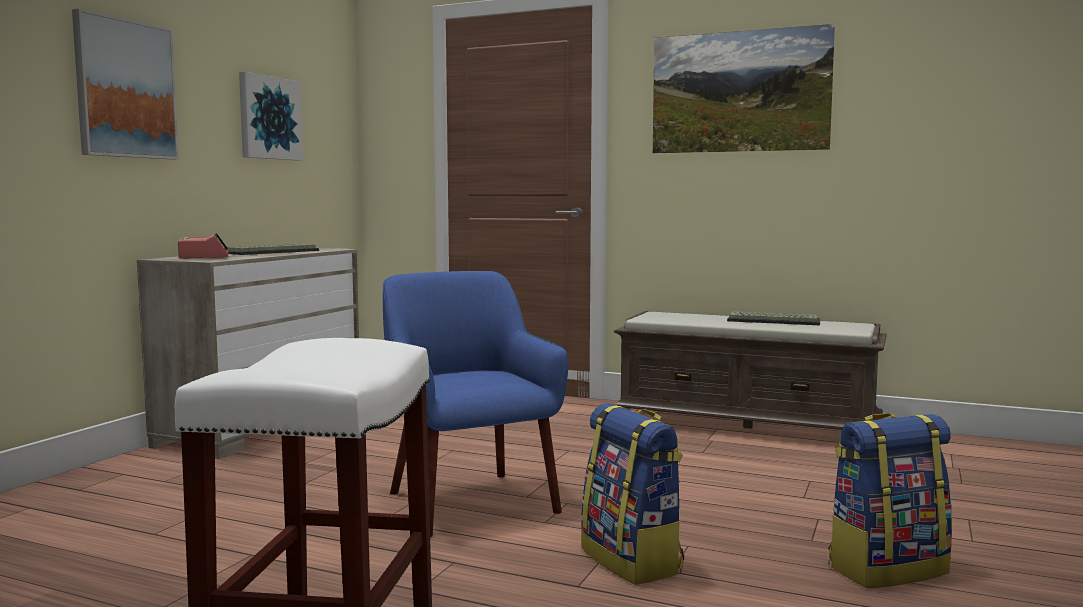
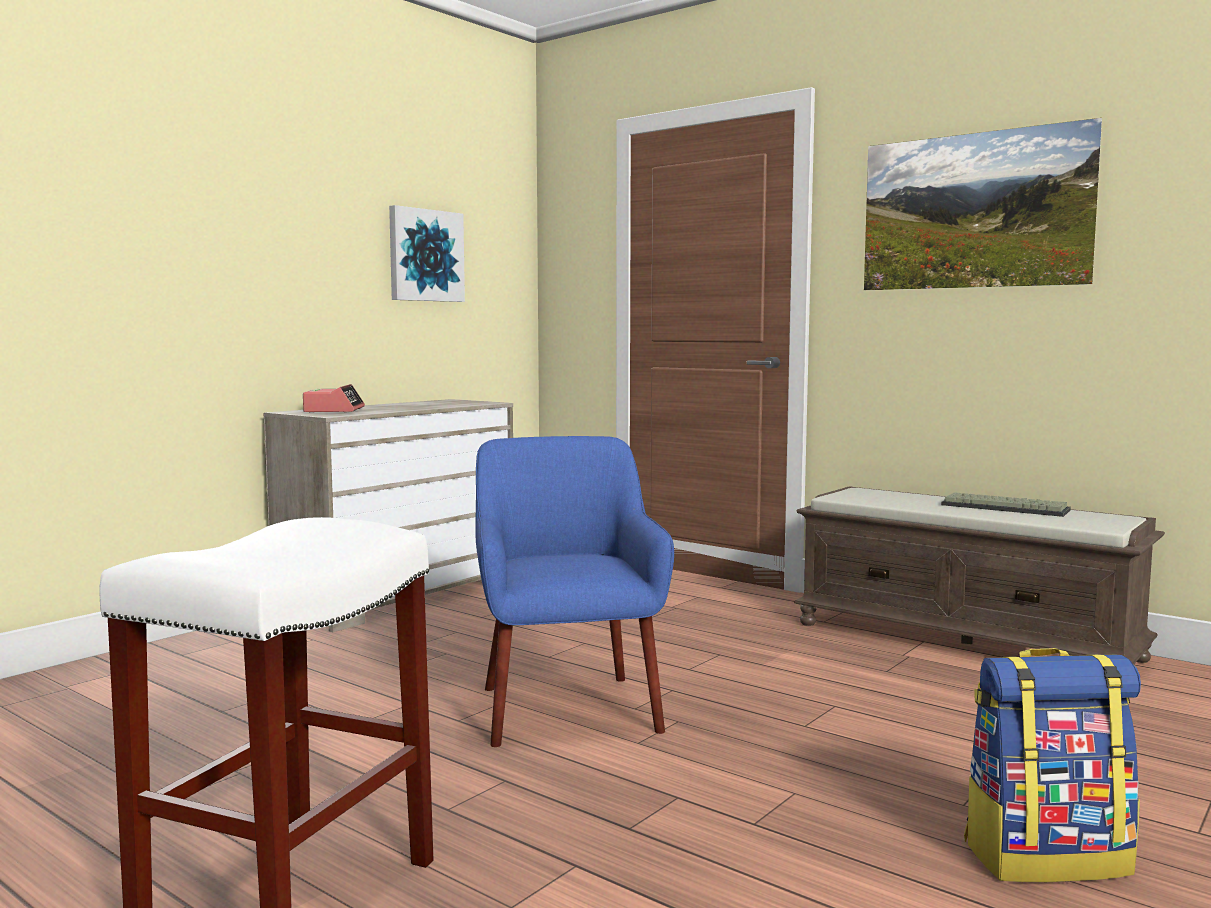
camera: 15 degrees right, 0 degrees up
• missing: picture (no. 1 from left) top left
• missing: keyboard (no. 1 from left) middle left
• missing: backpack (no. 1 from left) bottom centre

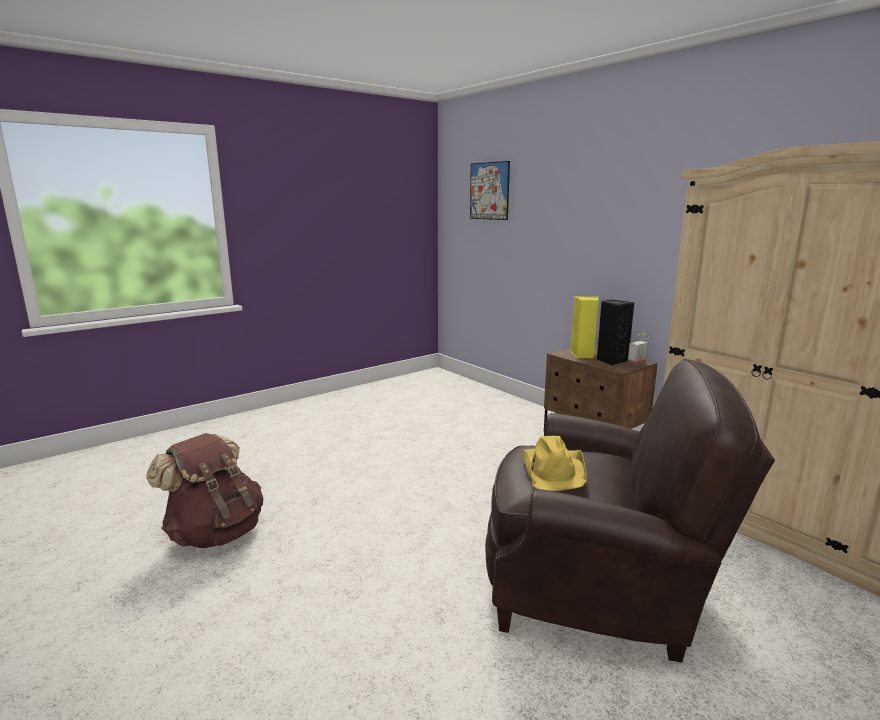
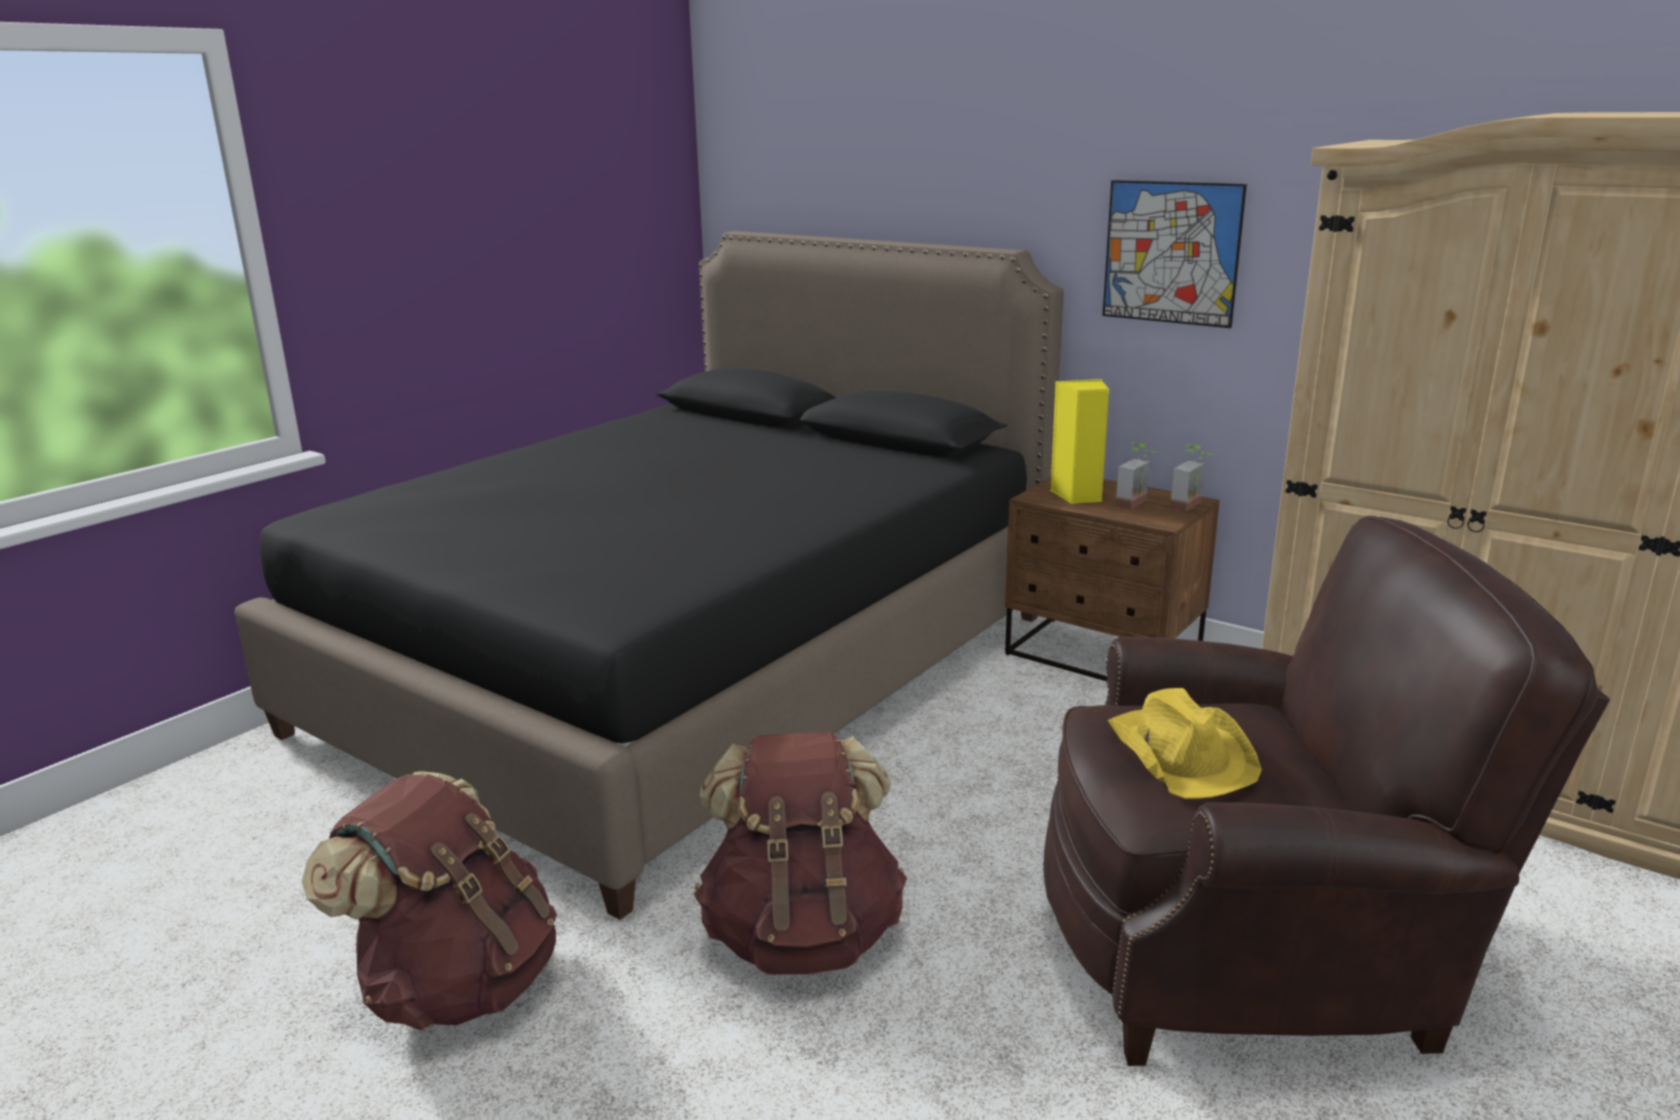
camera: 15 degrees left, 5 degrees up
• relocated: picture top centre to top right
• exchanged: speaker (black) middle right to potted plant (no. 1 from left) middle right
• appeared: bed (black) centre
• appeared: backpack (brown) (no. 2 from left) bottom centre

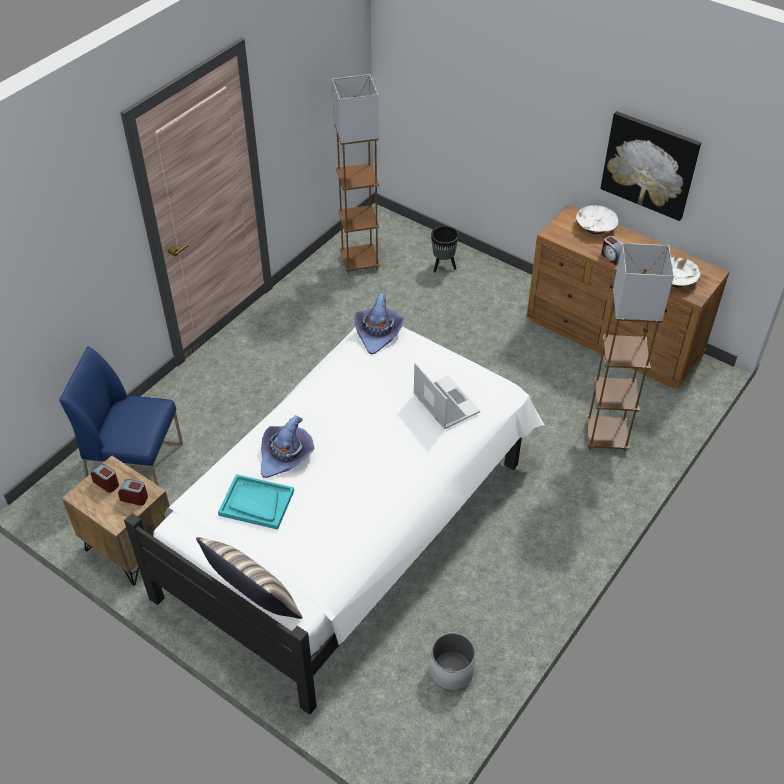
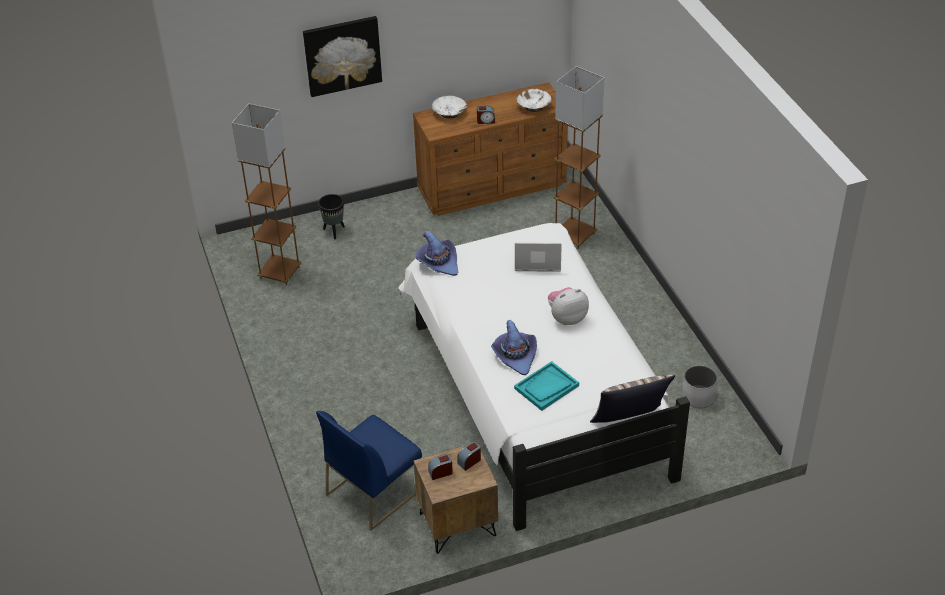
camera: 55 degrees left, 5 degrees down
• relocated: picture top right to top centre
• appeared: plush toy centre

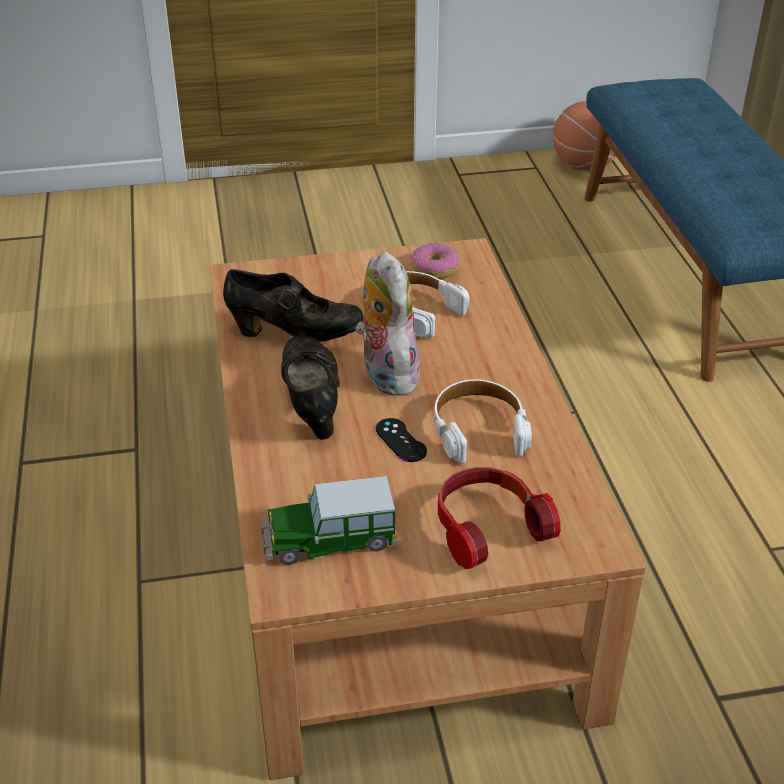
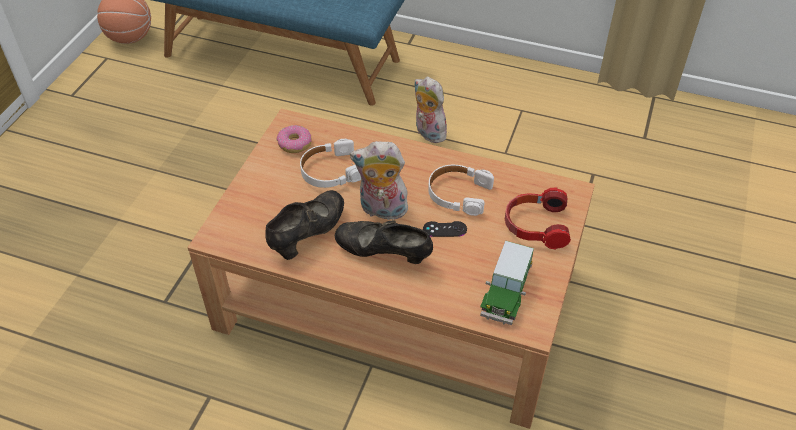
camera: 60 degrees left, 10 degrees up
• appeared: plush toy (no. 2 from left) top centre

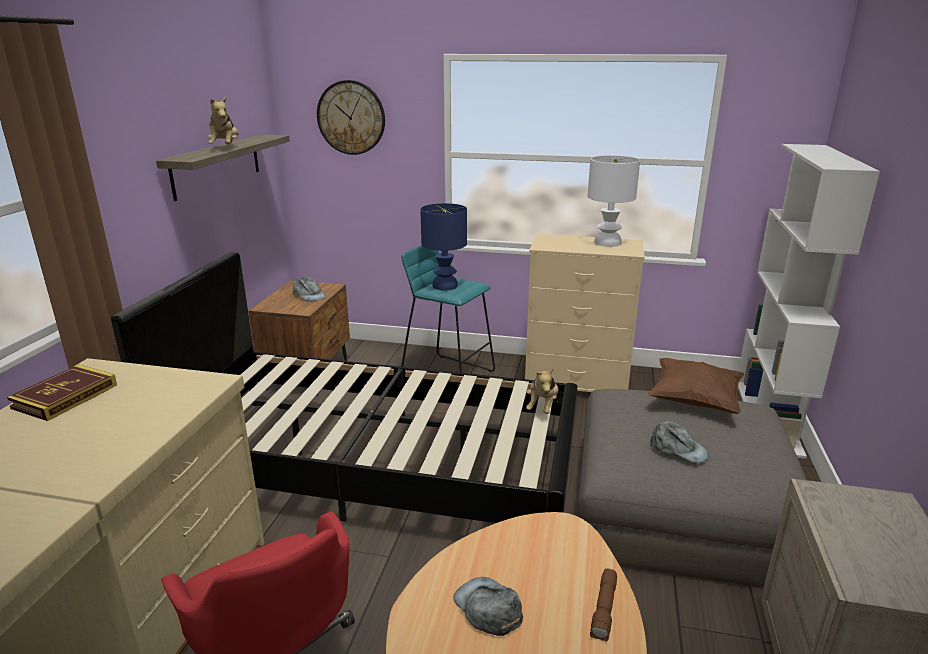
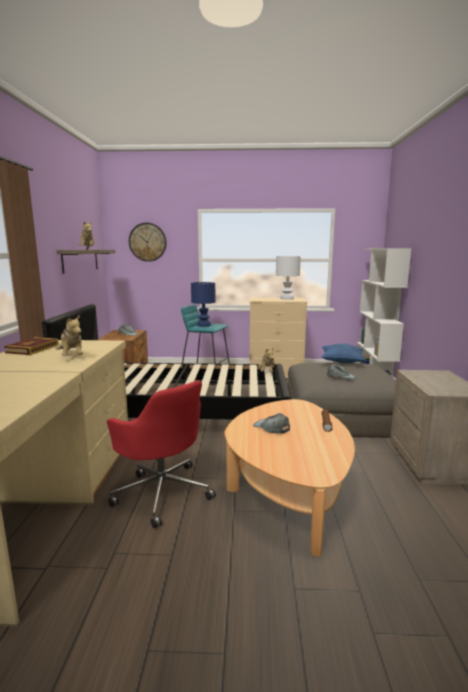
camera: 10 degrees left, 10 degrees down
• colour: pillow (brown) middle right to pillow (blue) middle right
• appeared: plush toy (no. 1 from left) middle left

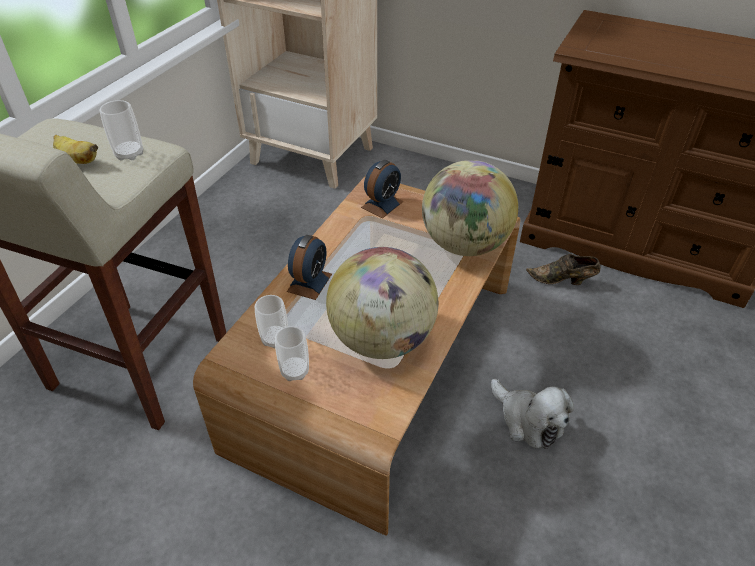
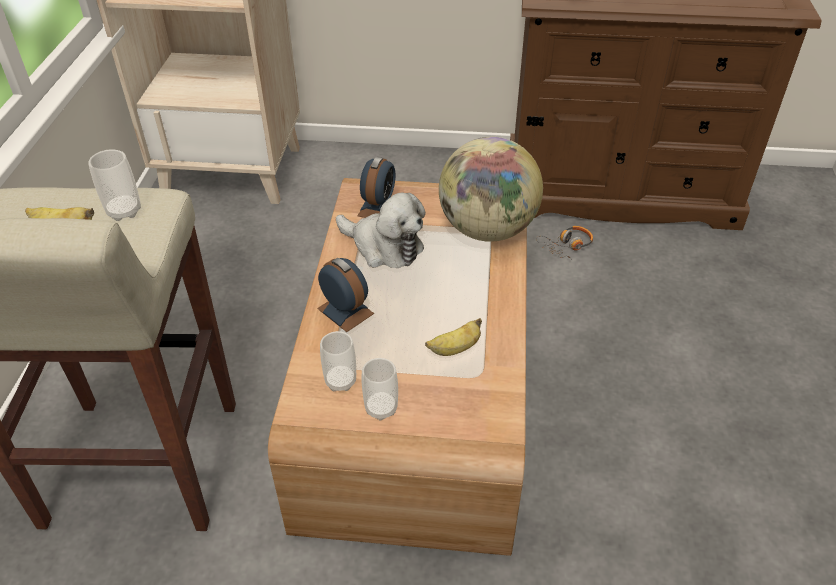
camera: 20 degrees left, 0 degrees up
• spun: alarm clock (no. 1 from left) centre = centre 45 degrees counterclockwise
• exchanged: globe (no. 1 from left) centre to banana (no. 2 from left) centre
• exchanged: shoe (brown) middle right to headphones middle right
• relocated: plush toy bottom right to centre

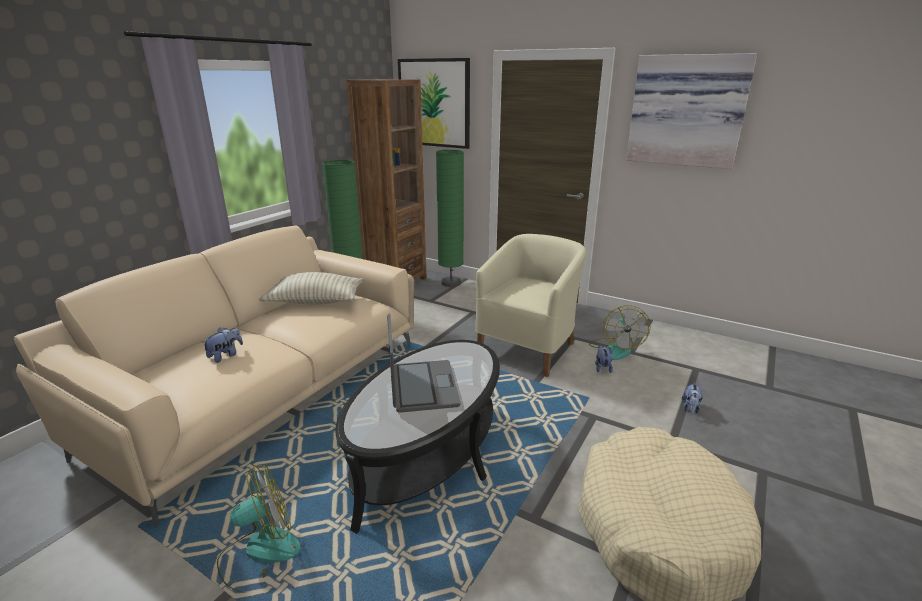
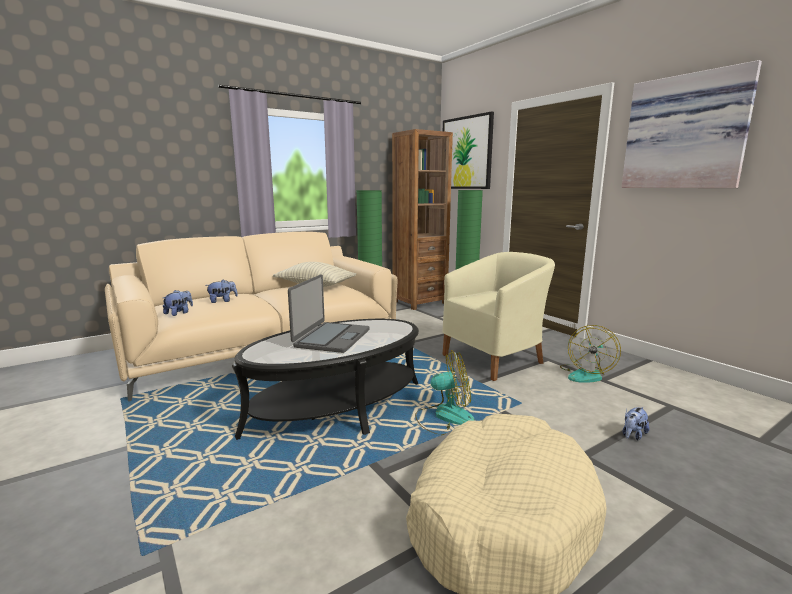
camera: 25 degrees right, 10 degrees down
• relocated: plush toy (no. 2 from left in the first image) centre to plush toy (no. 1 from left) middle left
• relocated: fan (no. 1 from left) bottom left to centre

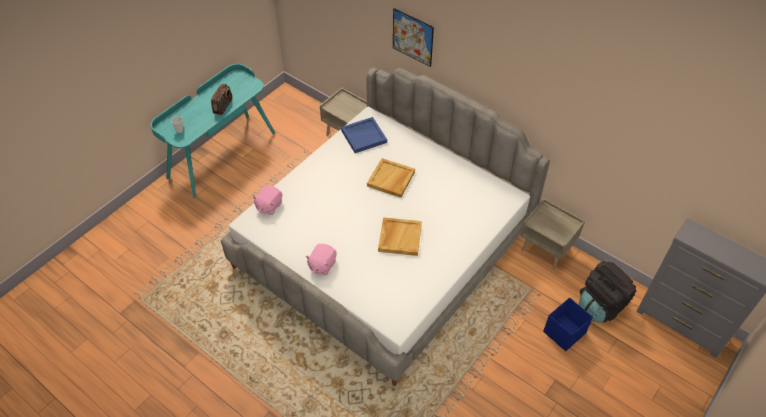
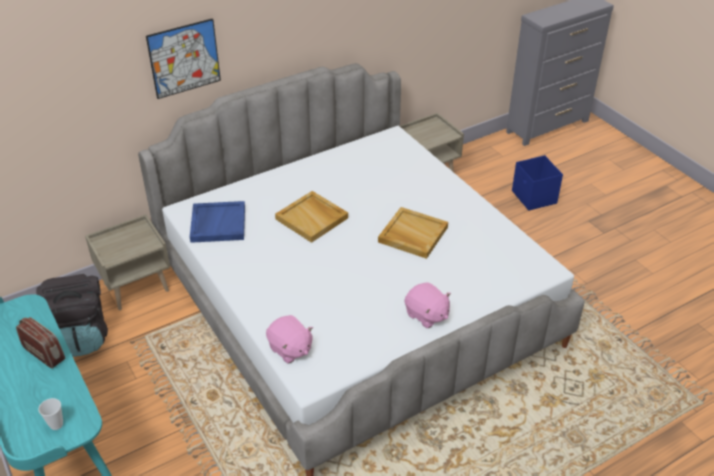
camera: 70 degrees left, 10 degrees down
• relocated: backpack (black) bottom right to middle left

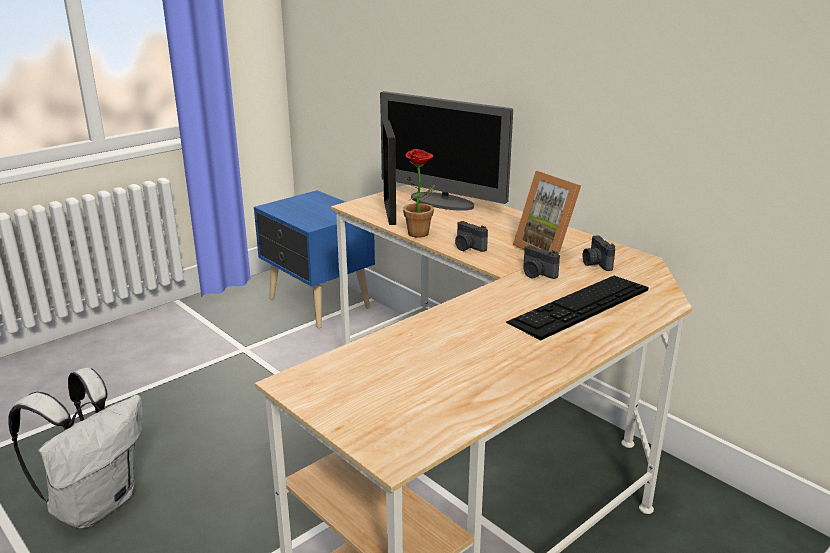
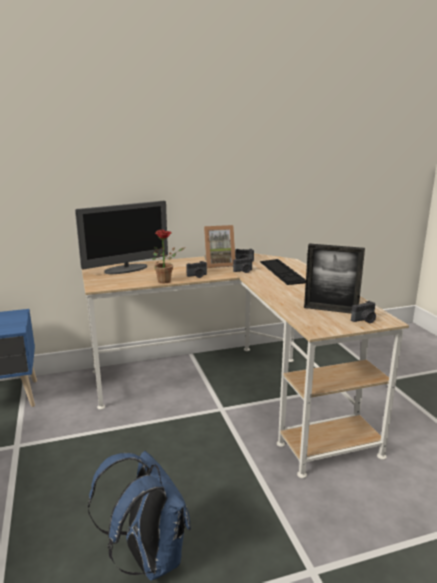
camera: 65 degrees left, 5 degrees down
• relocated: picture frame (no. 1 from left in the first image) top centre to picture frame (no. 2 from left) middle right
• colour: backpack (white) bottom left to backpack (blue) bottom left
• appeared: photo camera (no. 4 from left) middle right

